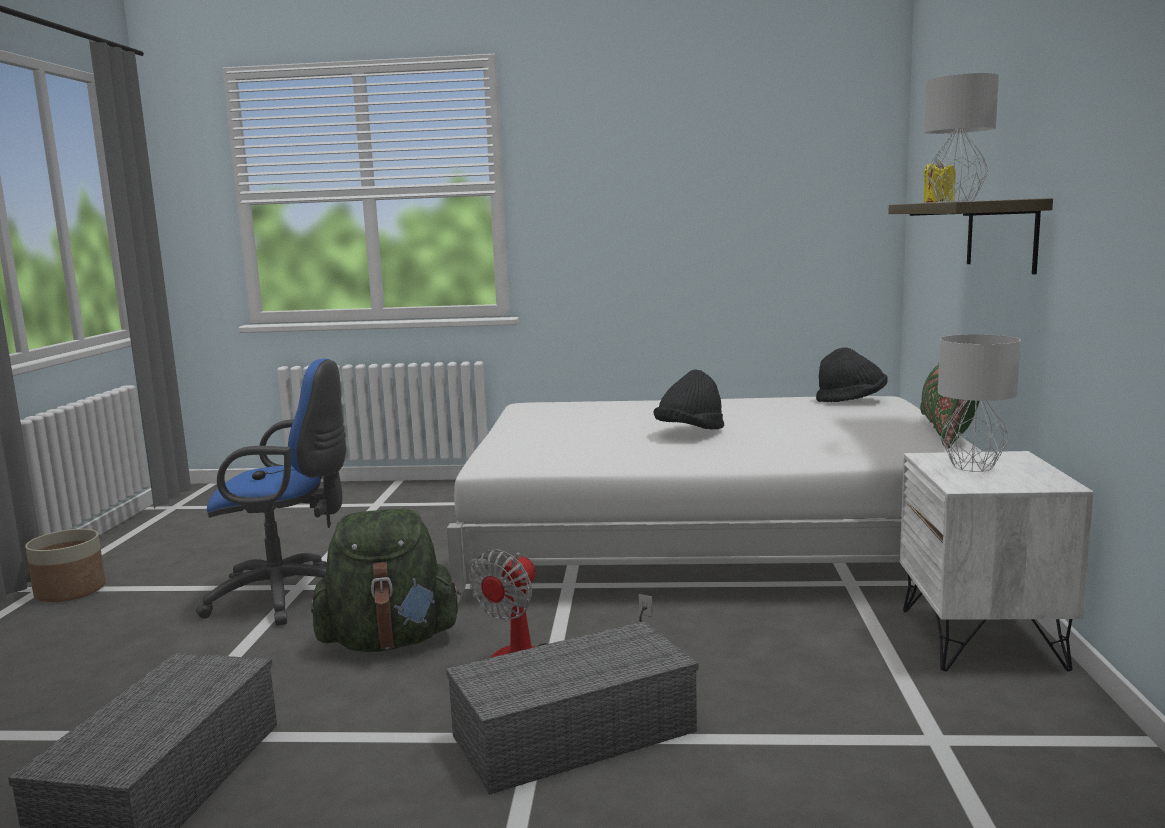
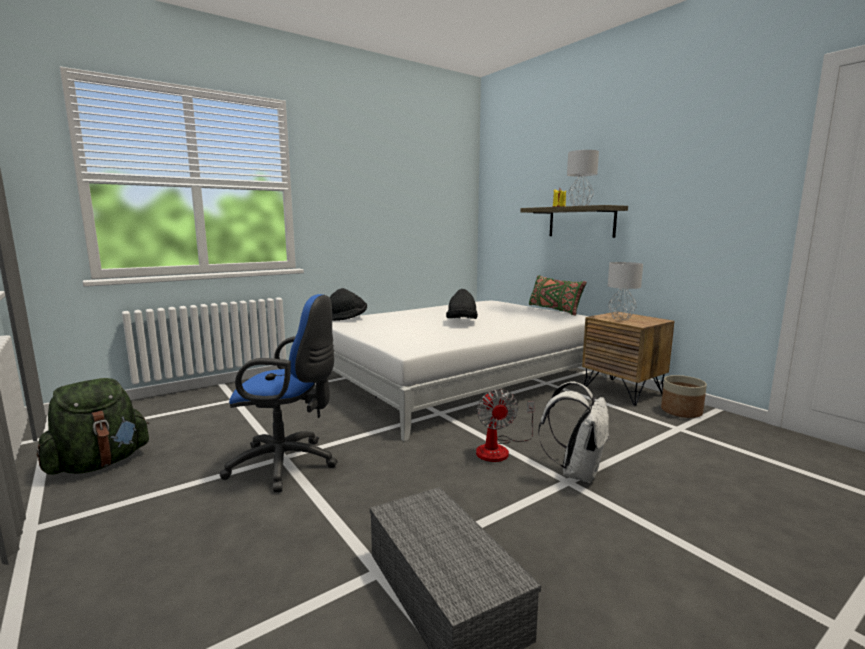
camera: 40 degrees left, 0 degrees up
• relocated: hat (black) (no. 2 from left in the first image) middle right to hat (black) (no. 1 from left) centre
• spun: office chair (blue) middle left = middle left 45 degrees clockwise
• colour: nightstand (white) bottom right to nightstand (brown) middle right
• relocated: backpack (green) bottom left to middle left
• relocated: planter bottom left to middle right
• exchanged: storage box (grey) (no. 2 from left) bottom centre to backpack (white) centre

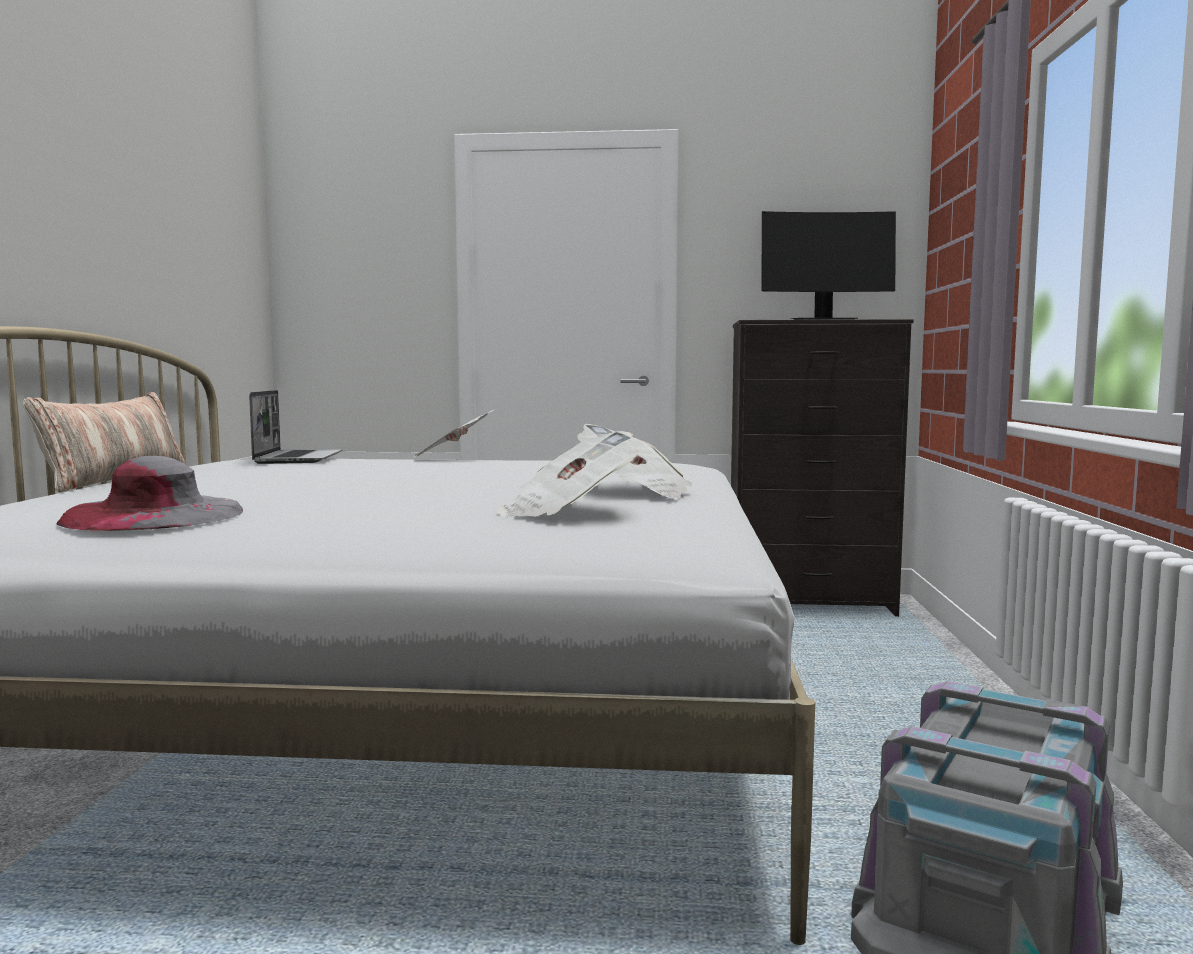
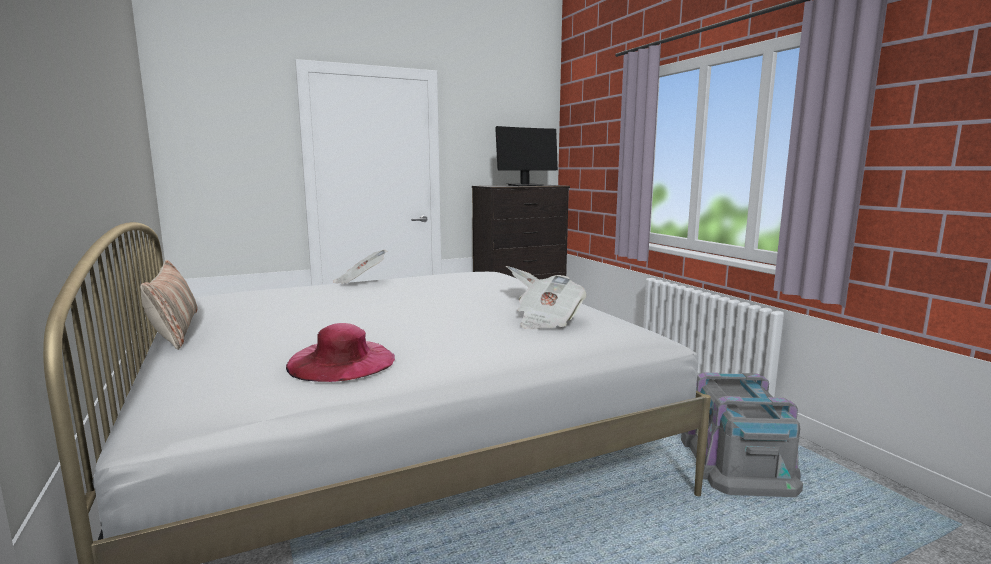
camera: 30 degrees left, 5 degrees up
• missing: laptop middle left
• colour: hat (grey) middle left to hat (pink) centre

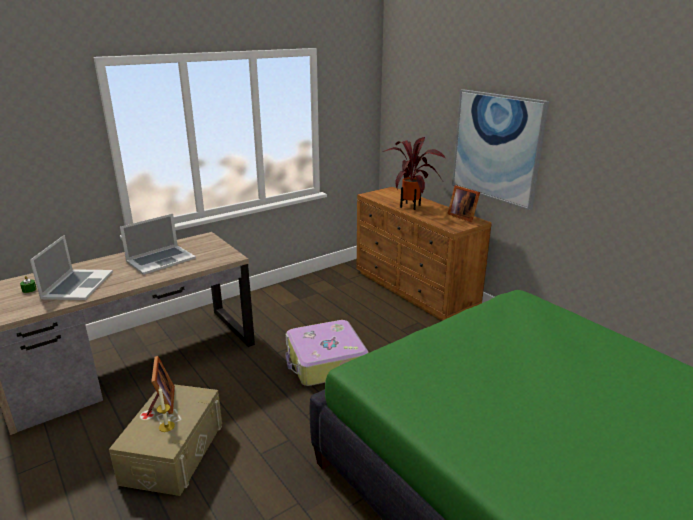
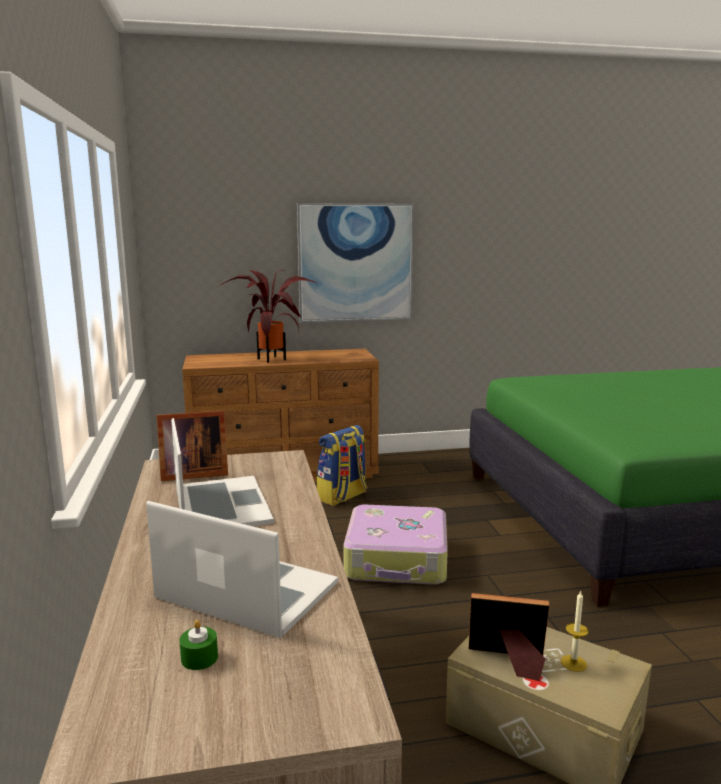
camera: 65 degrees left, 10 degrees down
• relocated: picture frame (no. 2 from left in the first image) middle right to picture frame (no. 1 from left) middle left
• appeared: backpack centre

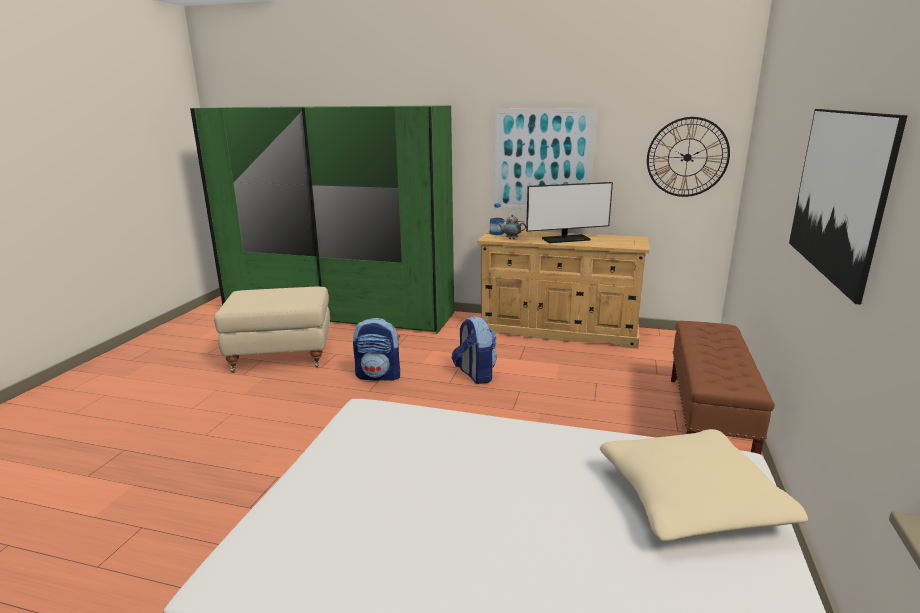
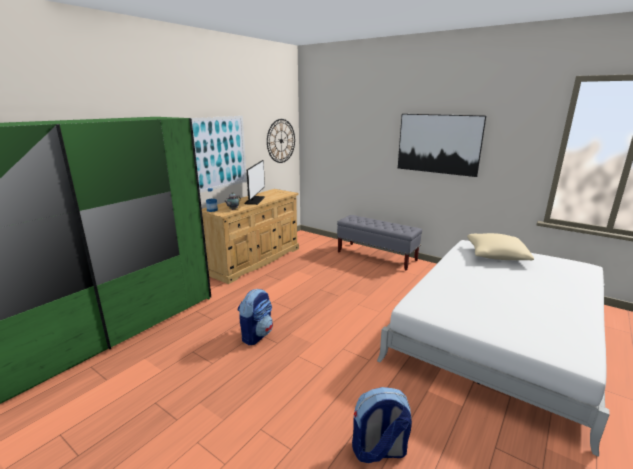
camera: 70 degrees left, 0 degrees up
• missing: ottoman (beige) middle left
• relocated: backpack (no. 2 from left) centre to bottom centre
• colour: bench (brown) middle right to bench (grey) centre

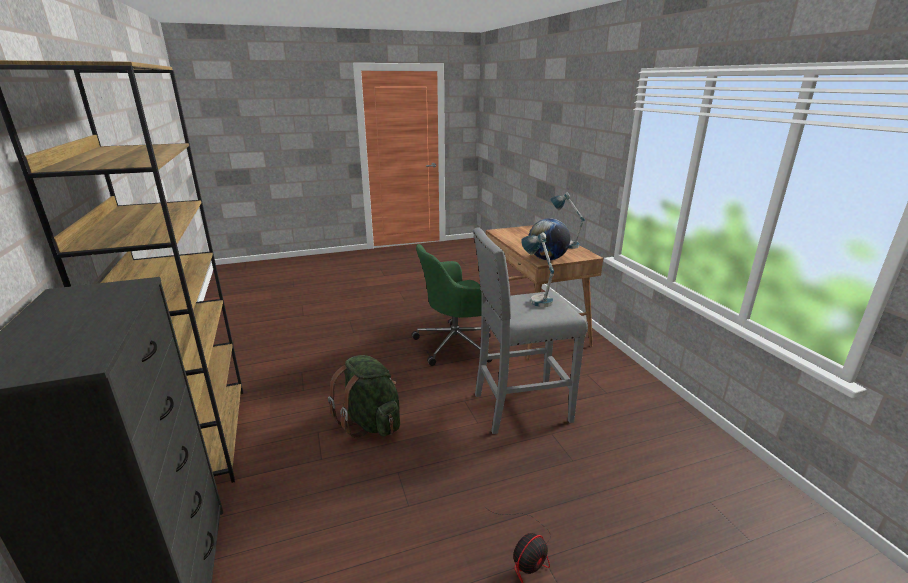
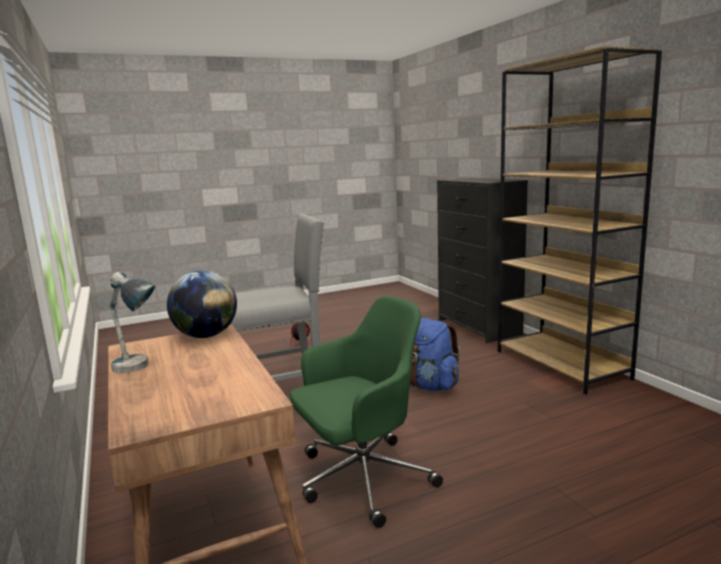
camera: 175 degrees right, 10 degrees down
• missing: table lamp (no. 1 from left) centre
• colour: backpack (green) bottom centre to backpack (blue) centre

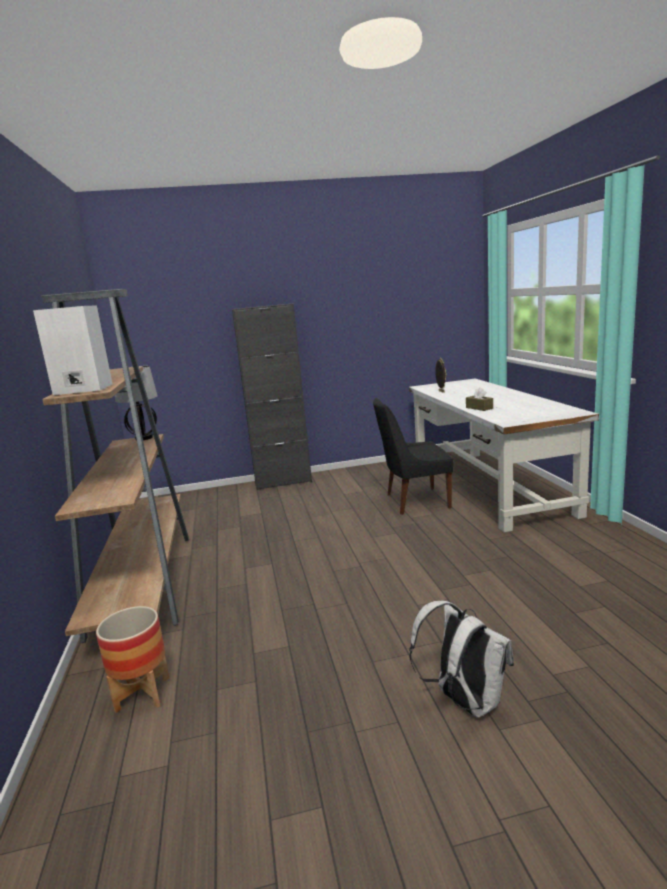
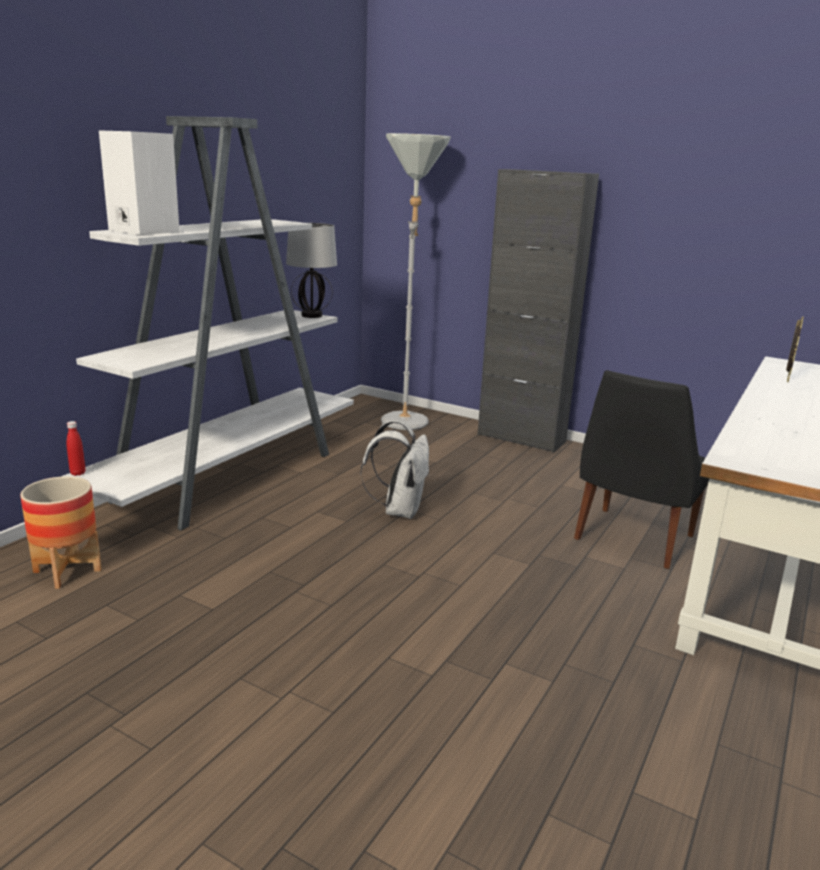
camera: 40 degrees right, 5 degrees up
• colour: bookcase (brown) middle left to bookcase (white) middle left
• missing: tissue box (brown) middle right
• spun: chair (black) centre = middle right 90 degrees counterclockwise
• relocated: backpack (white) bottom right to centre
• appeared: floor lamp (grey) top centre
• appeared: bottle (red) middle left

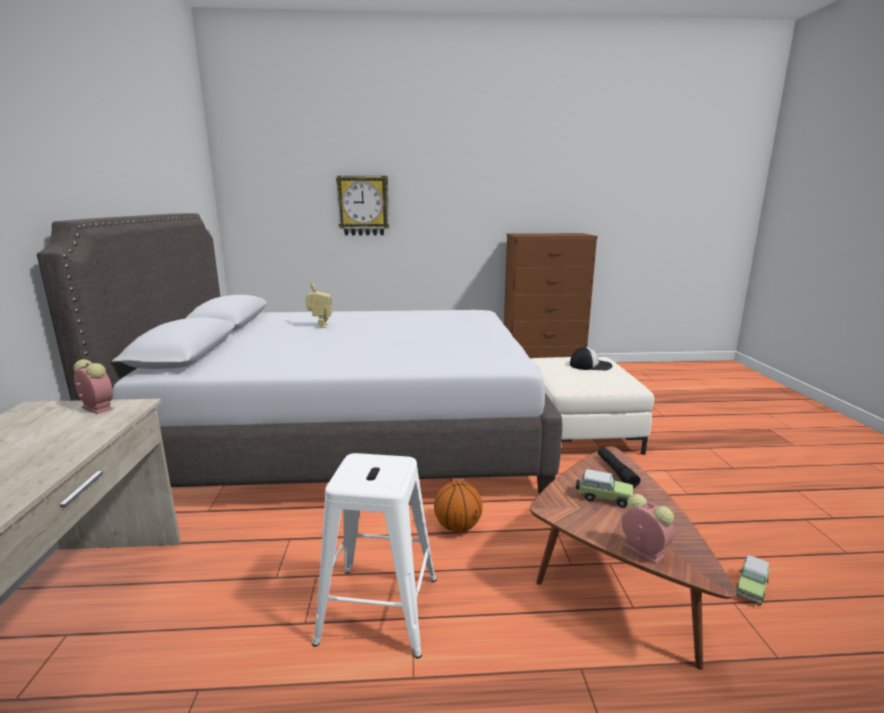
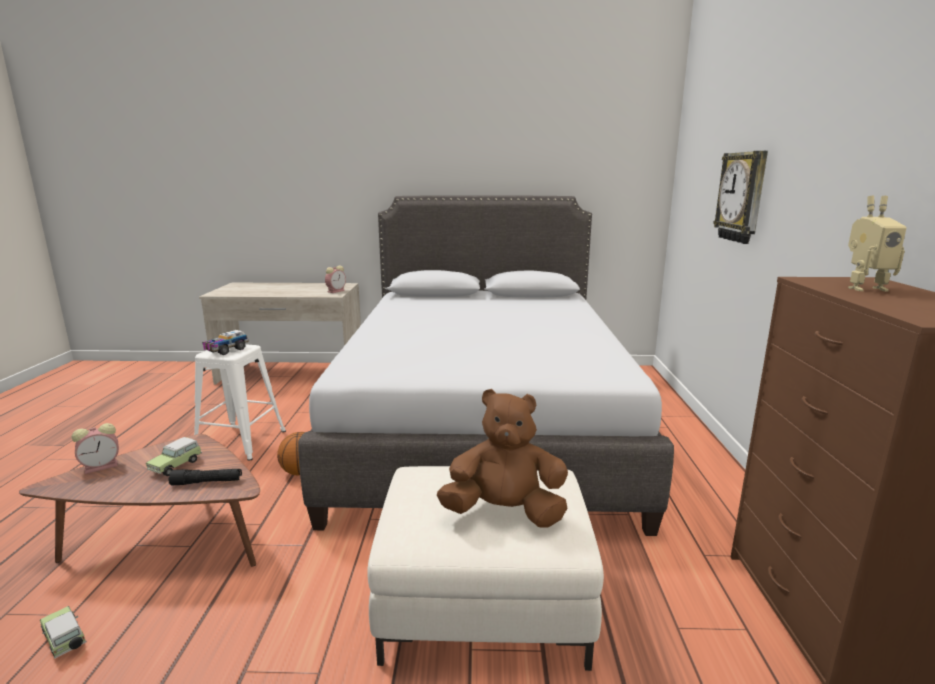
camera: 95 degrees right, 0 degrees up
• relocated: toy robot centre to middle right
• exchanged: cap middle right to plush toy (brown) bottom centre
• appeared: toy truck middle left

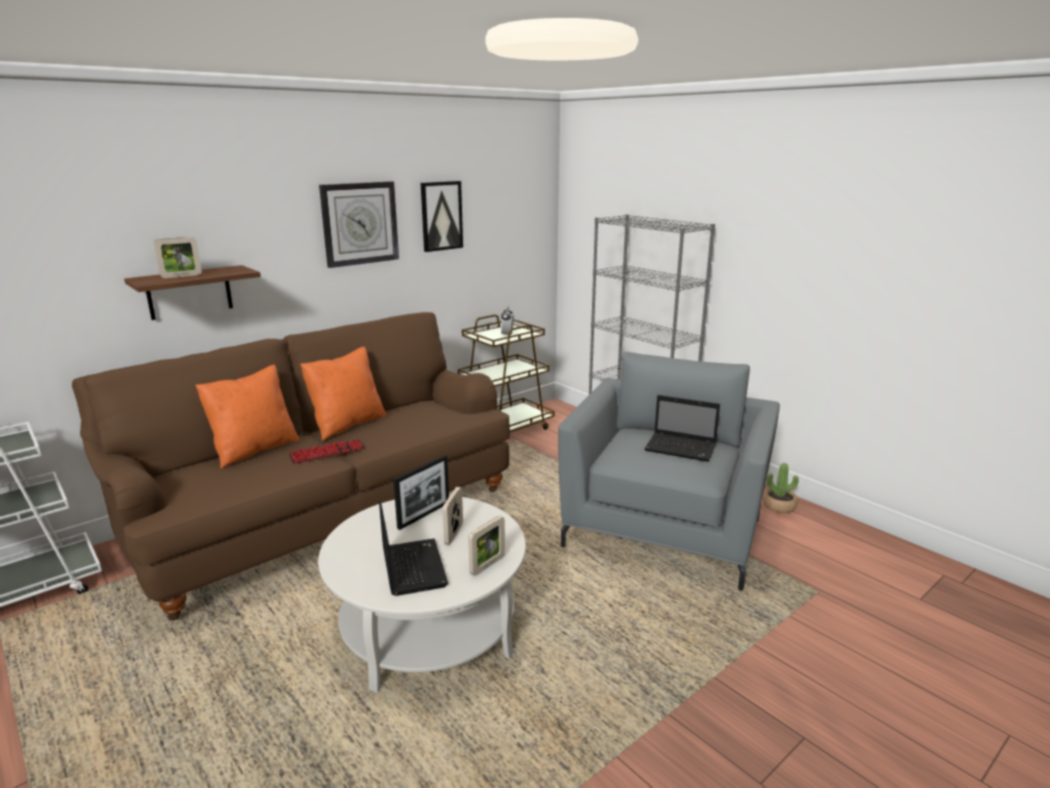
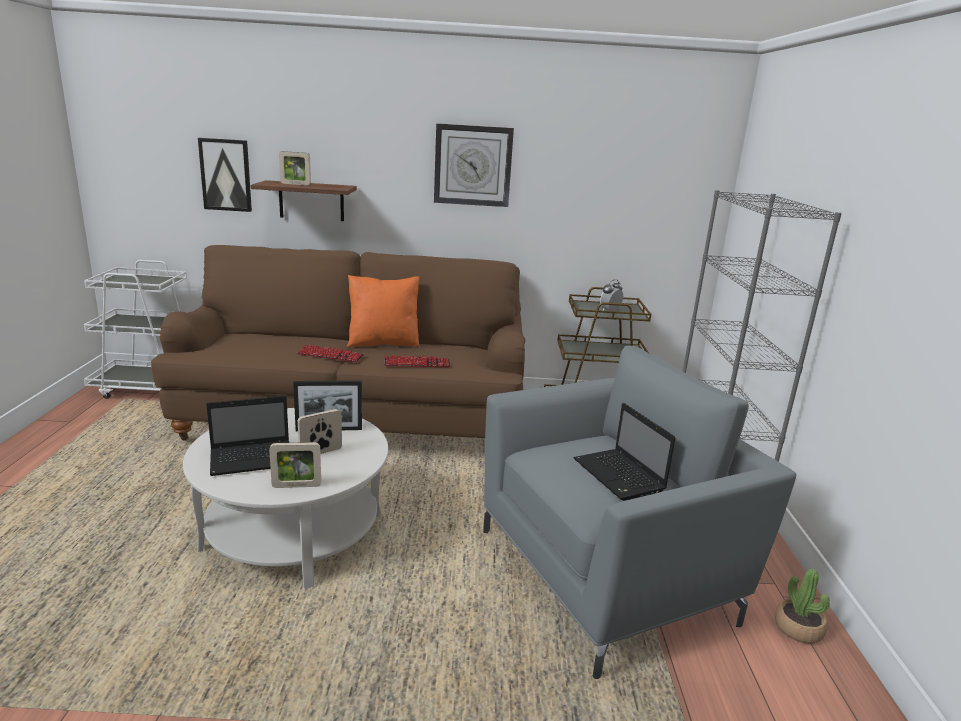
camera: 40 degrees right, 0 degrees up
• relocated: picture top centre to top left
• missing: pillow (orange) (no. 1 from left) middle left
• spun: laptop (no. 1 from left) bottom centre = middle left 45 degrees clockwise
• appeared: keyboard (no. 2 from left) centre

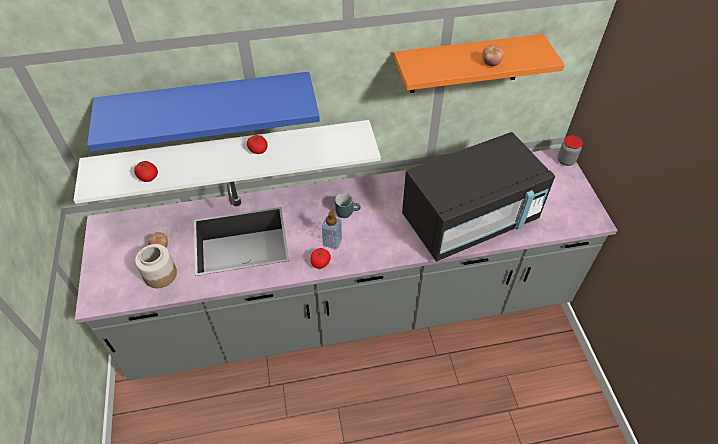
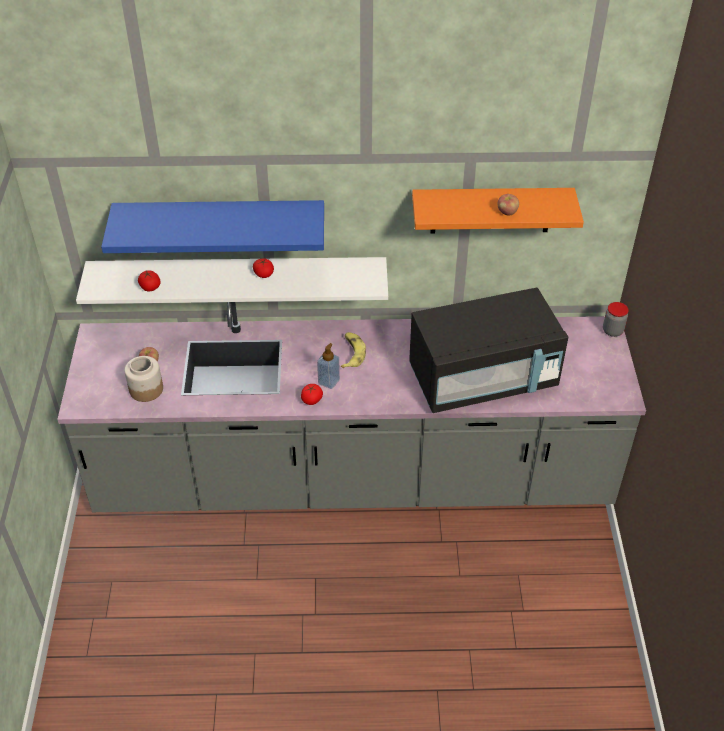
camera: 10 degrees right, 5 degrees down
• exchanged: mug (turquoise) centre to banana centre

